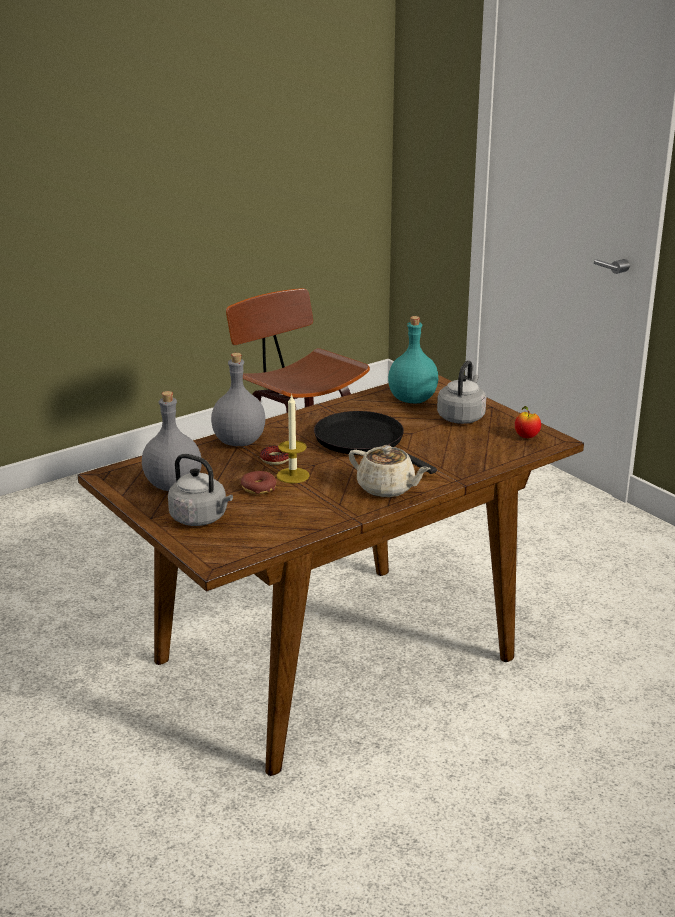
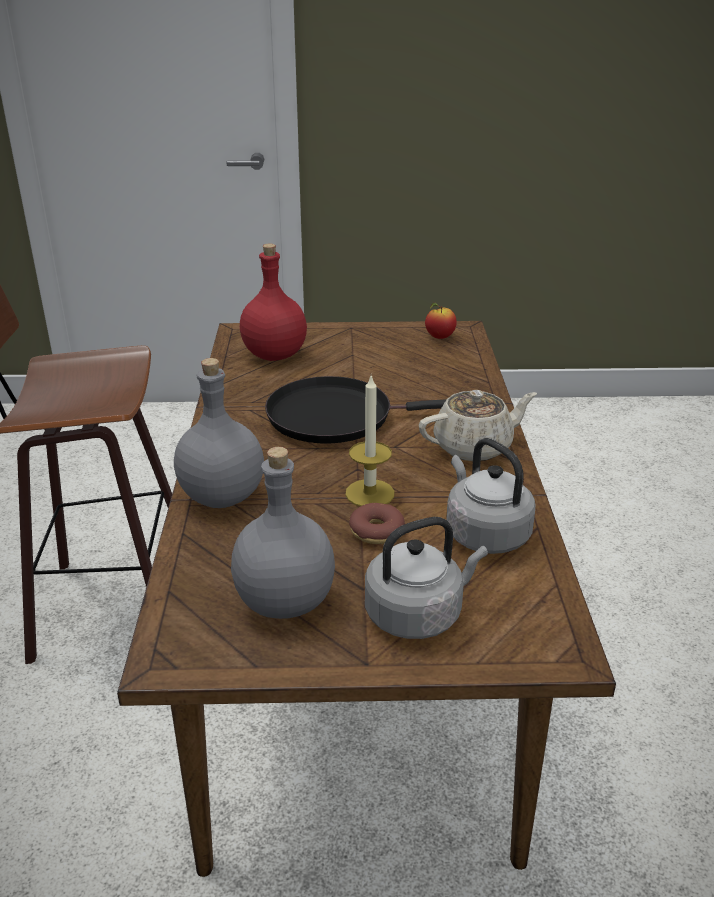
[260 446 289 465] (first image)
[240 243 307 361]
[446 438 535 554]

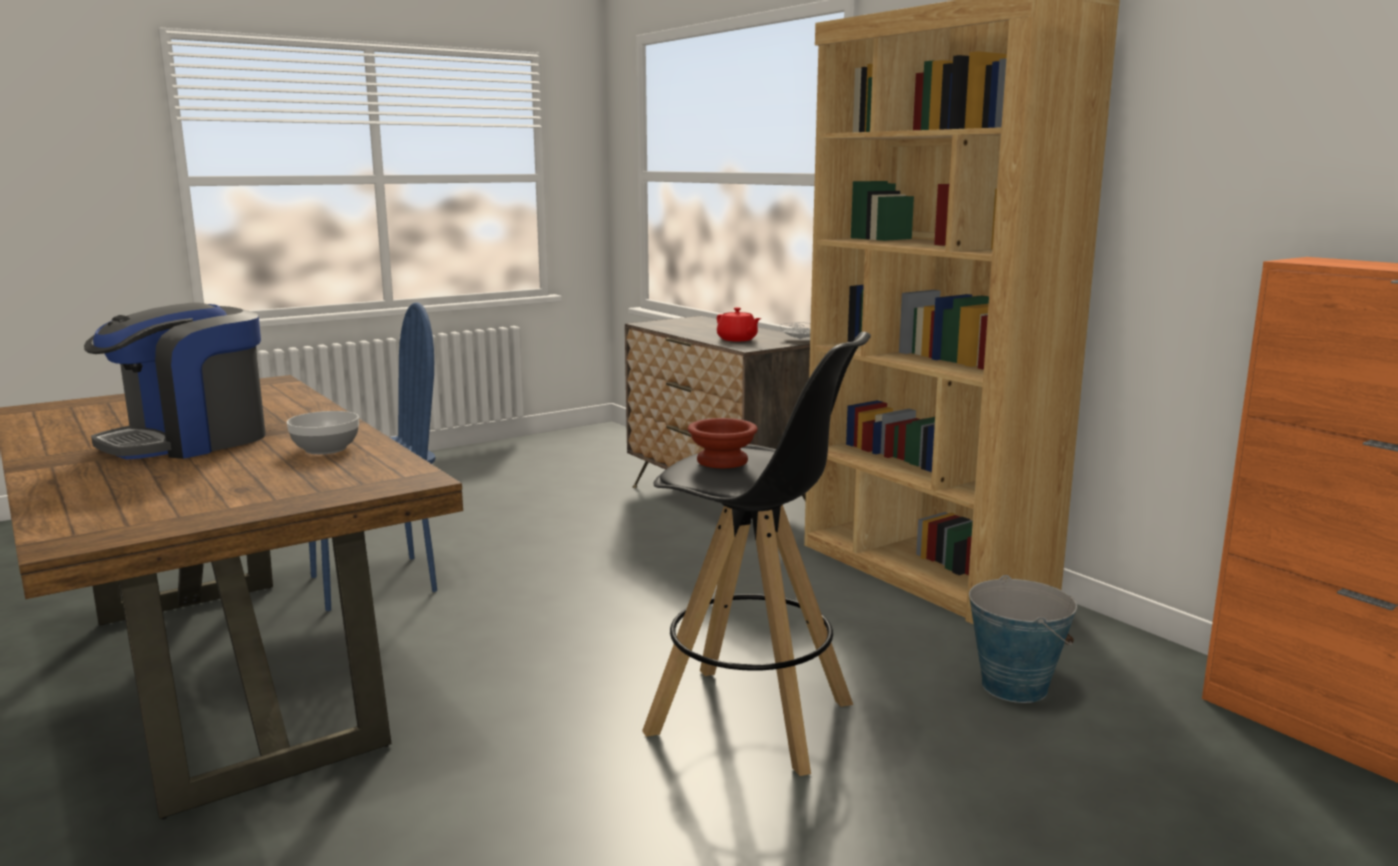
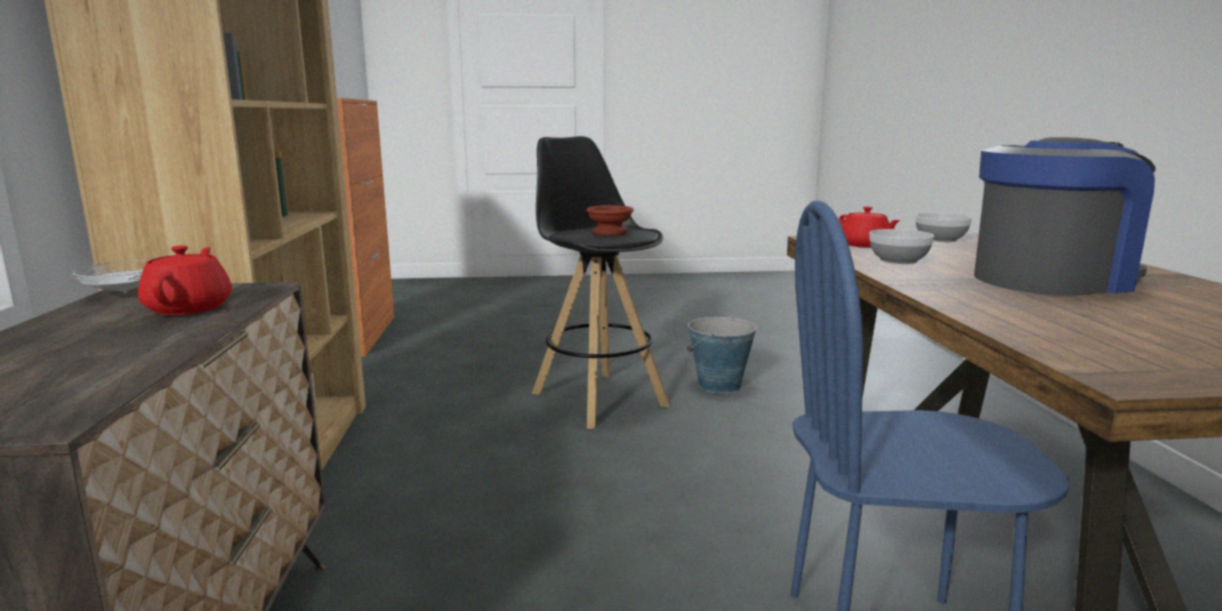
[687 315 757 393]
[839 207 901 248]
[916 213 972 242]

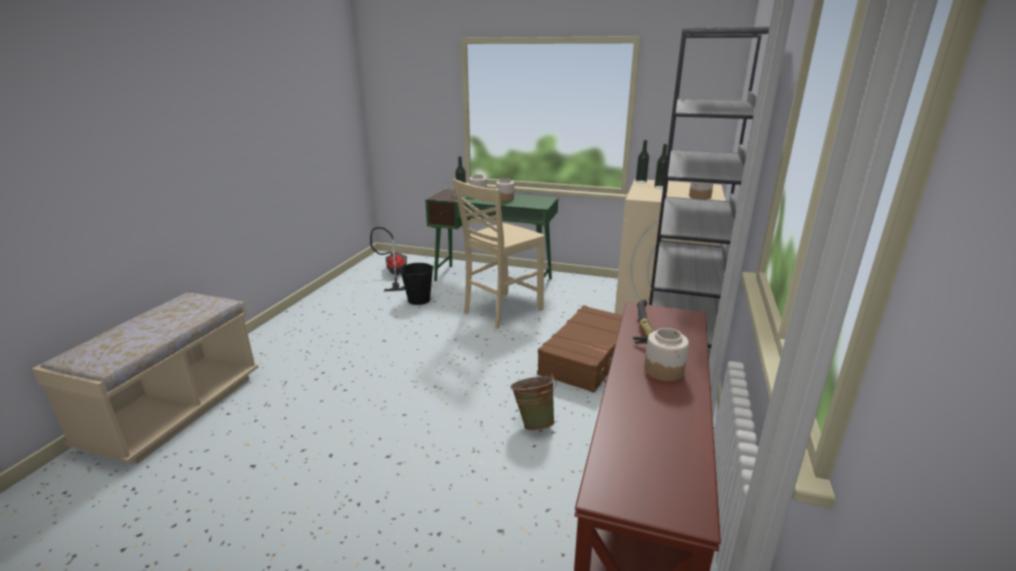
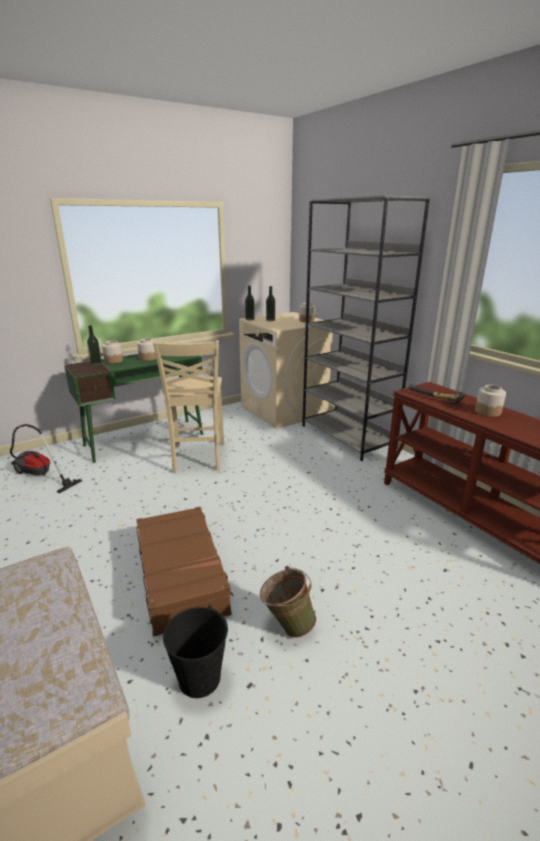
[163 605 228 698]
[260 566 316 638]
[136 507 234 637]

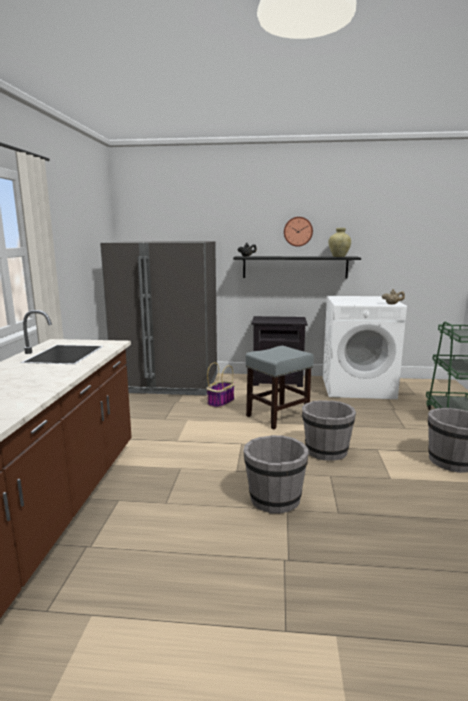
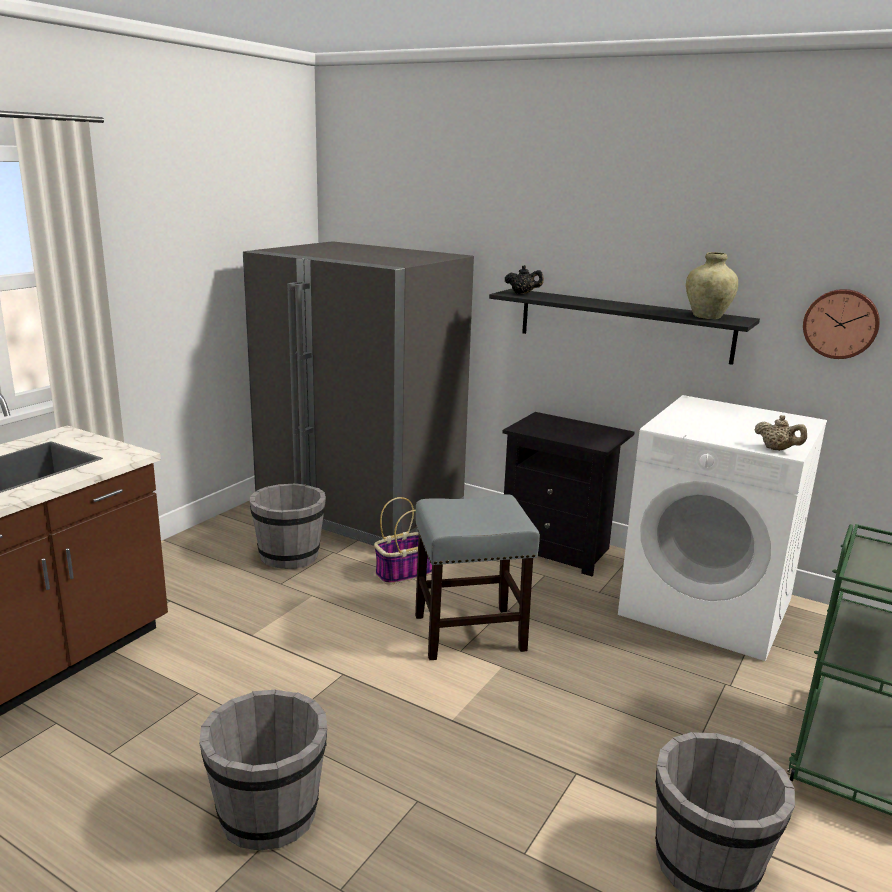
[803 289 880 359]
[250 483 326 569]

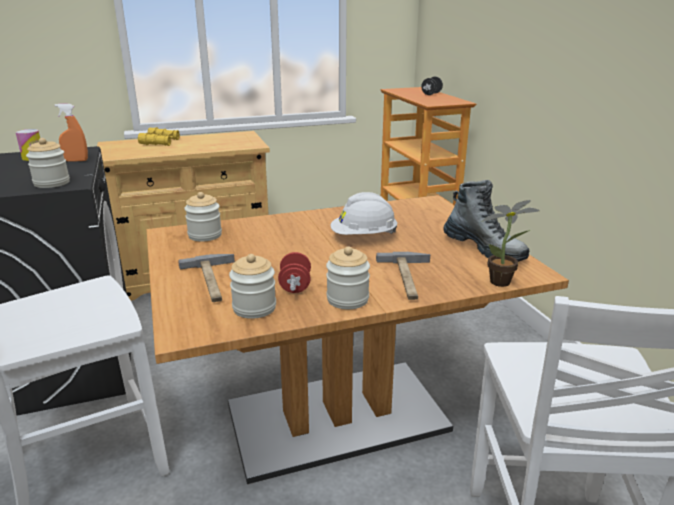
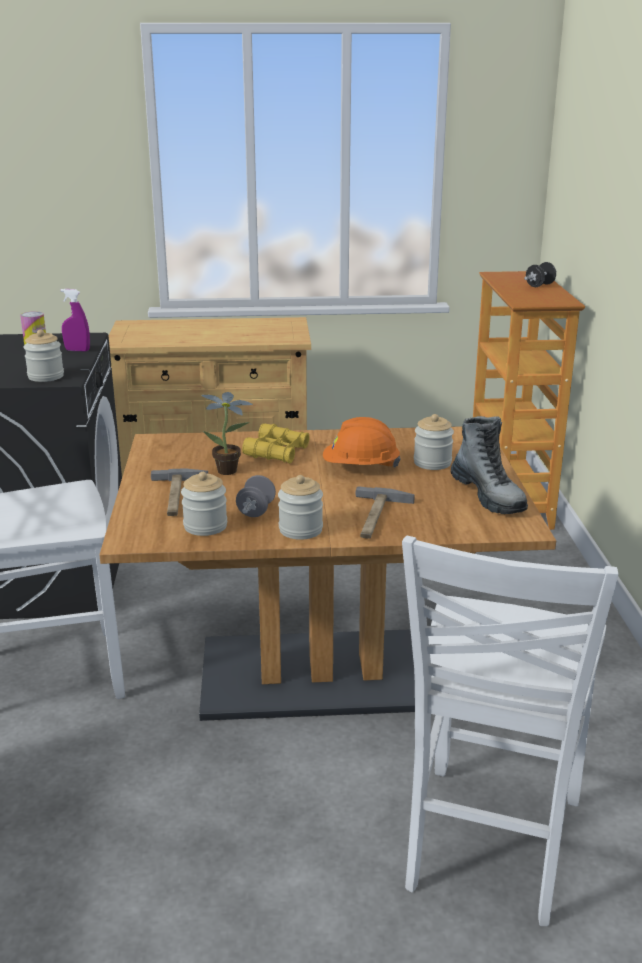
[61 289 90 351]
[242 423 310 464]
[414 414 454 470]
[236 475 276 517]
[323 417 401 467]
[201 392 253 475]

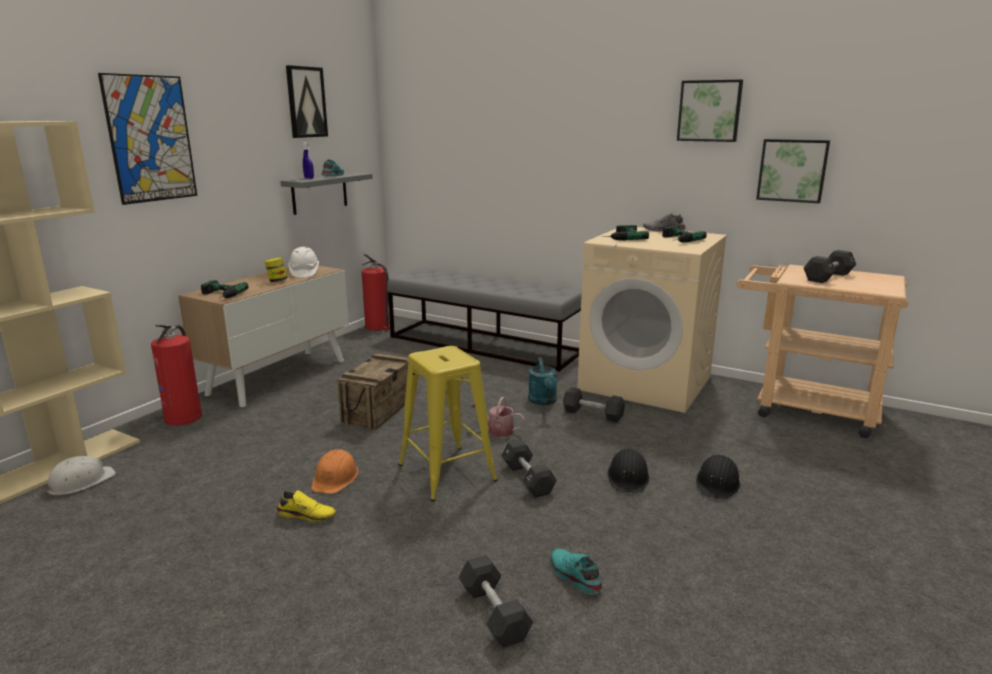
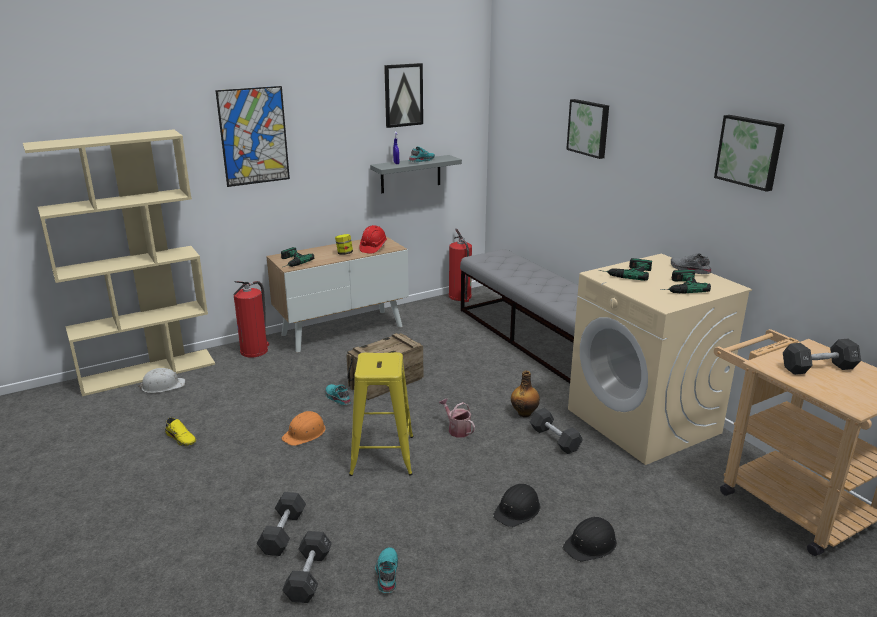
[165 418 196 447]
[359 225 387 253]
[256 492 306 556]
[511 371 540 417]
[566 99 609 159]
[325 384 351 405]

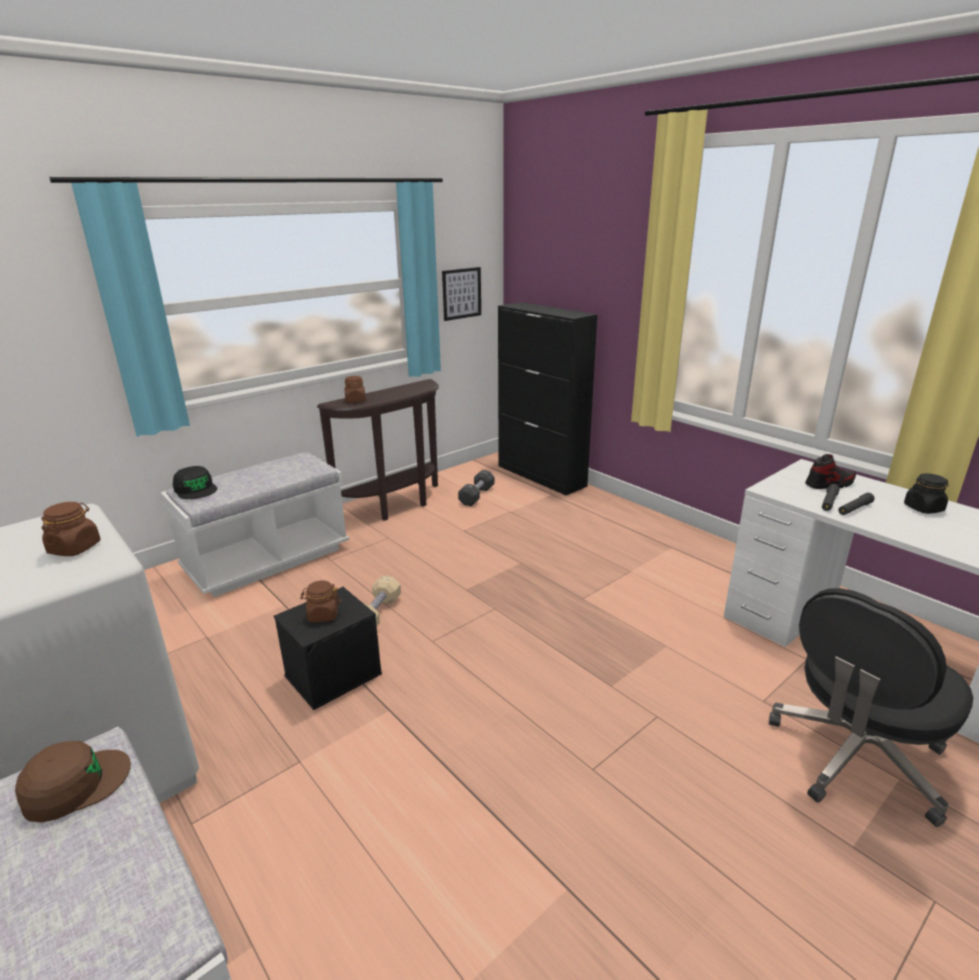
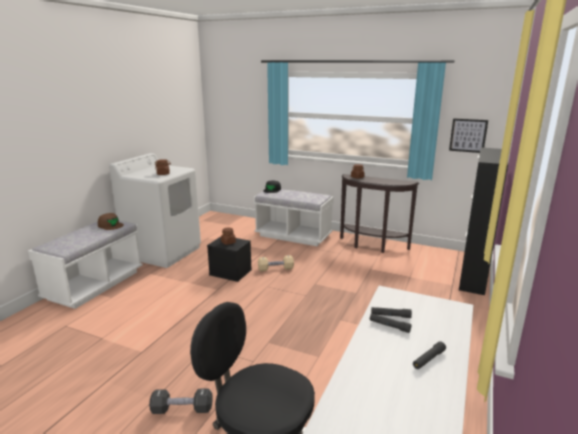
[149 388 213 414]
[805 454 856 489] (first image)
[413 341 446 369]

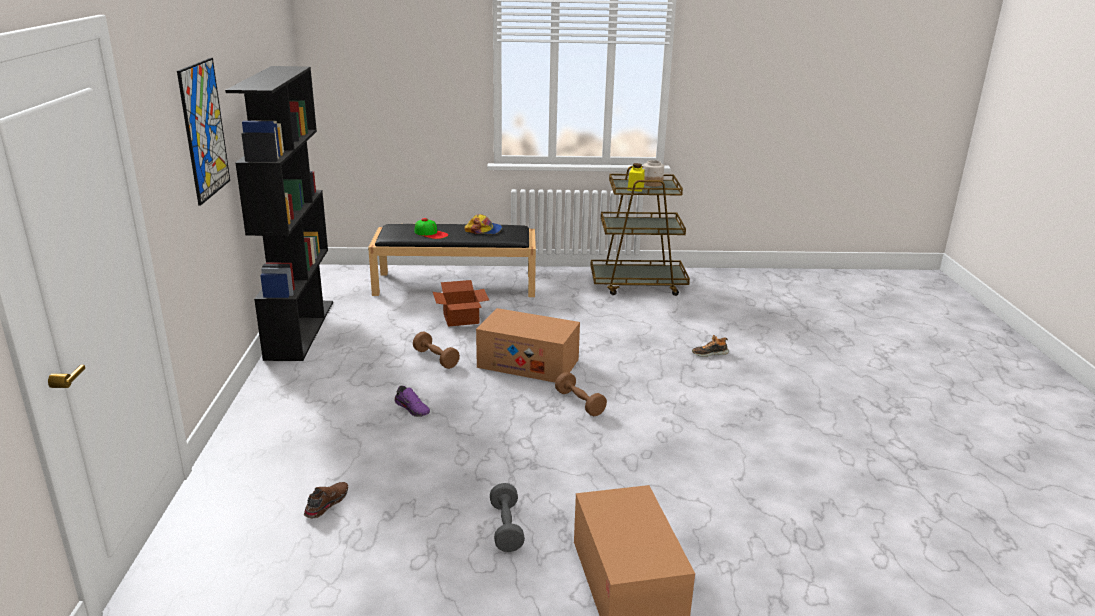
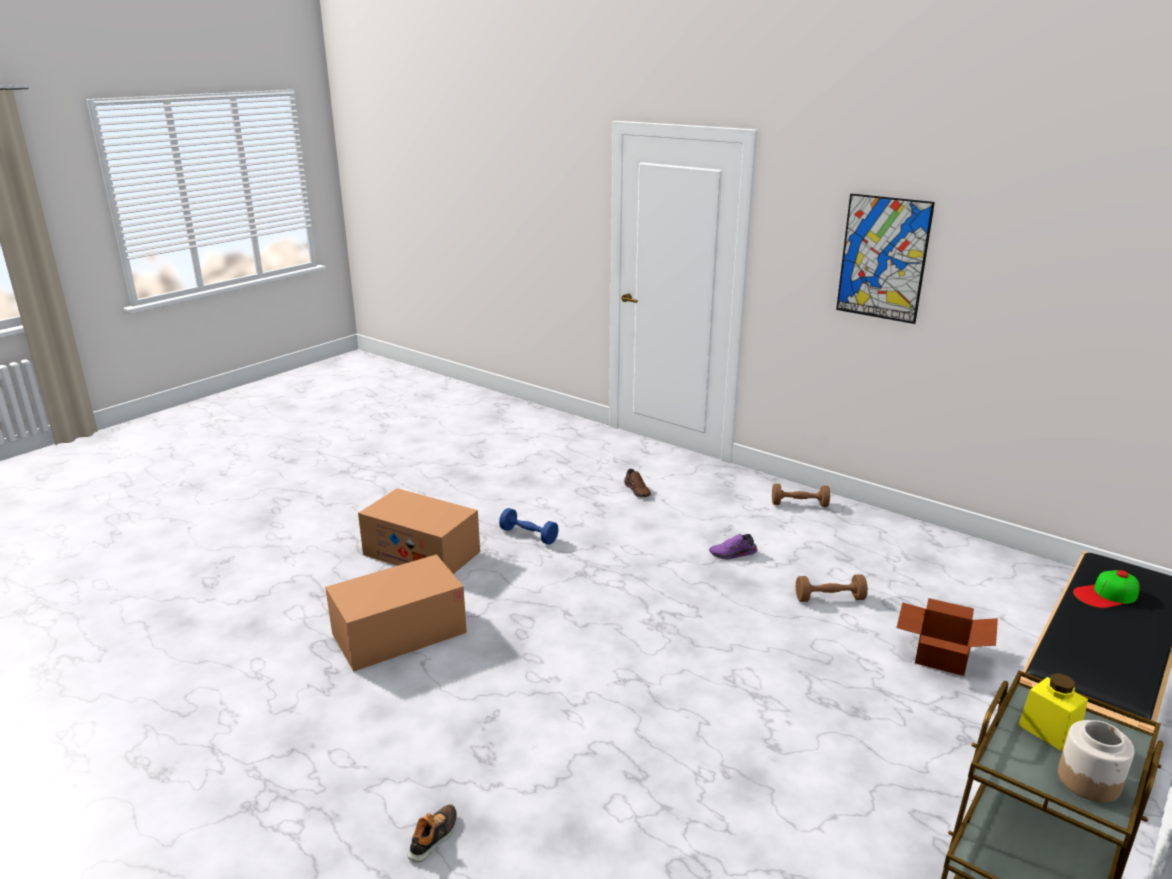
[225 66 333 361] (first image)
[464 214 502 234] (first image)
[325 554 467 672]
[499 508 559 545]
[772 484 830 507]
[407 804 457 862]

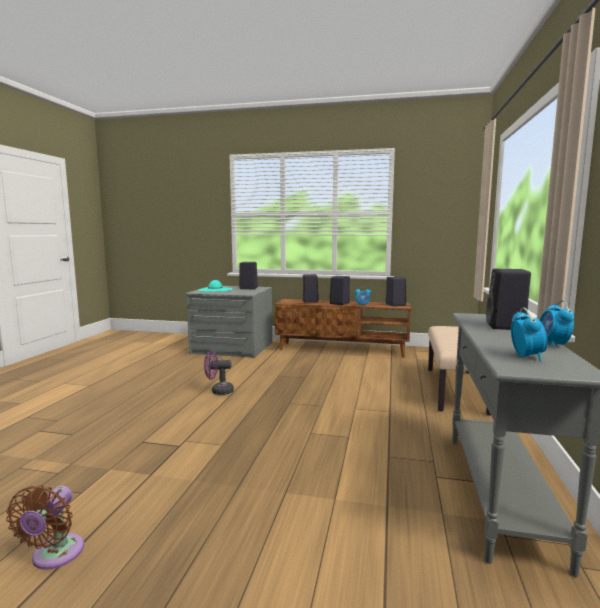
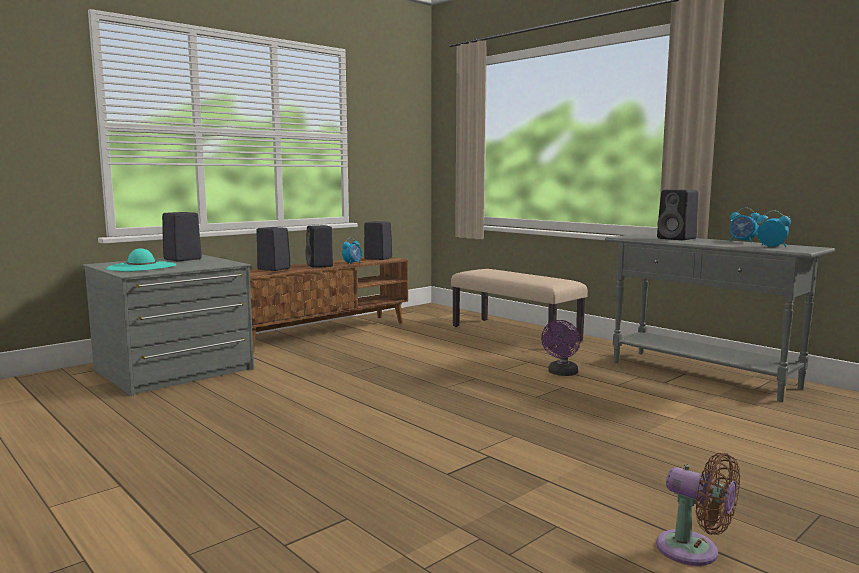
[541 320 580 376]

